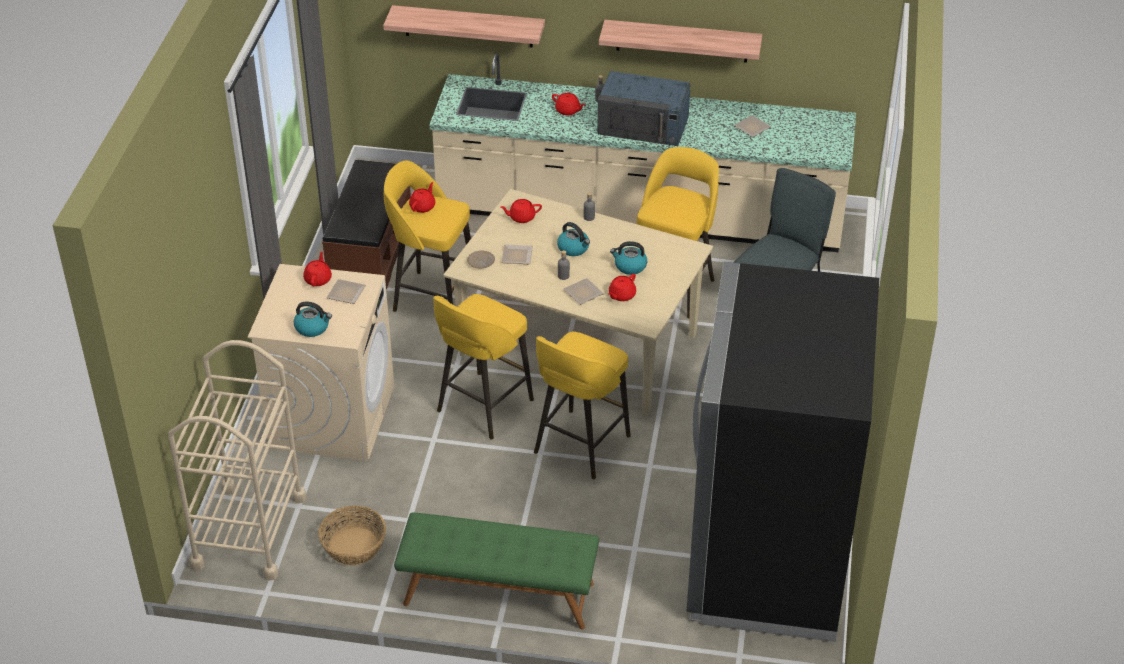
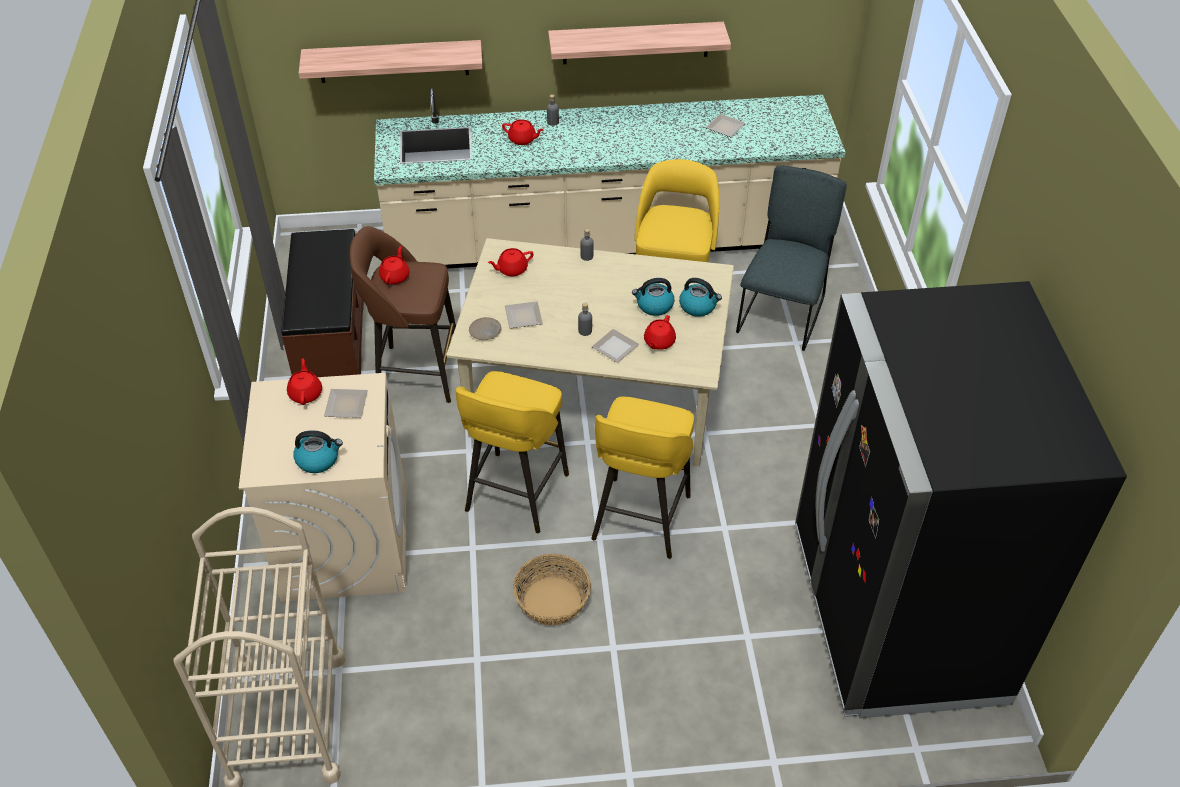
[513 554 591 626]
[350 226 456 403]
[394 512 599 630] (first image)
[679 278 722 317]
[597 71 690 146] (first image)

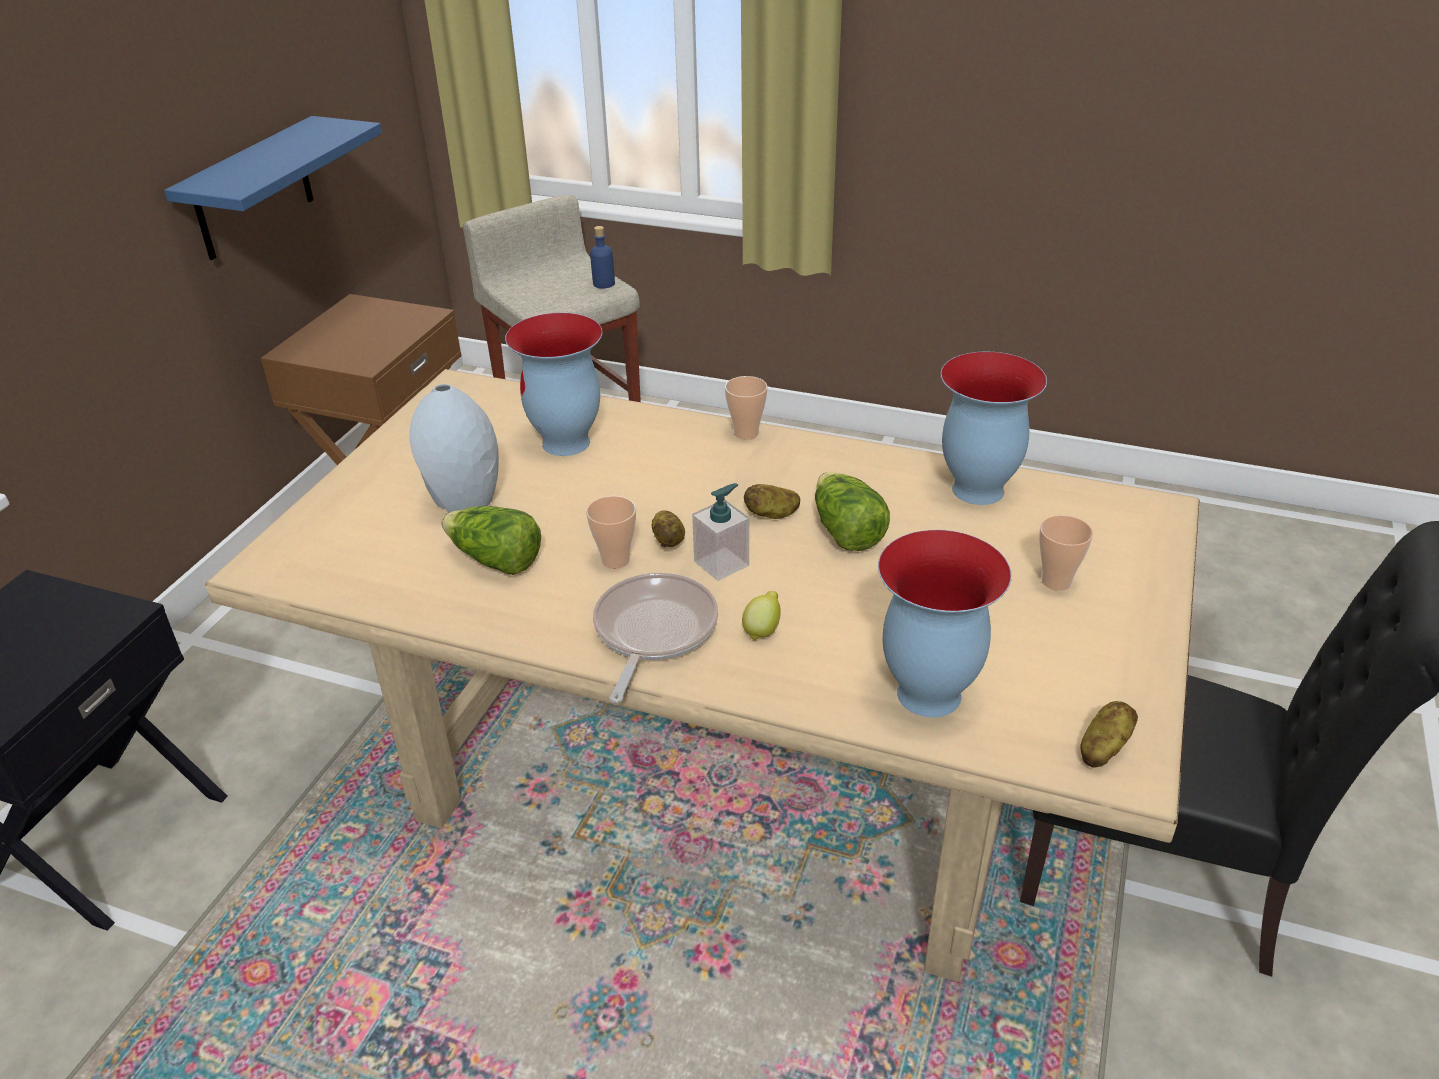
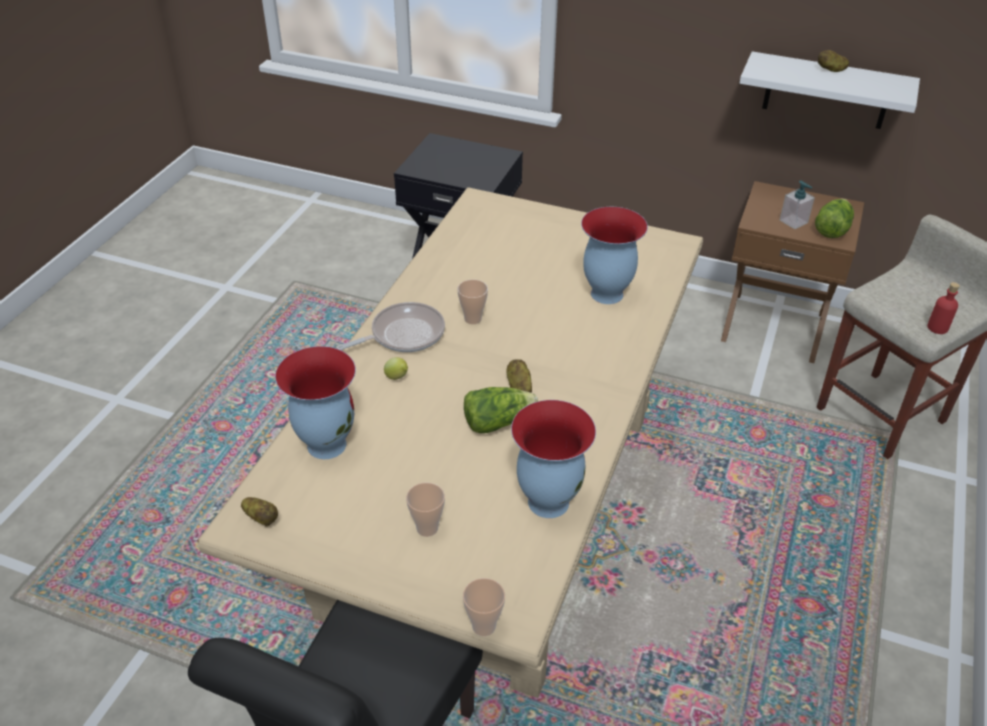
[740 51 920 129]
[410 384 499 513] (first image)
[815 199 854 238]
[927 282 960 334]
[336 302 445 352]
[818 50 849 72]
[780 181 815 229]
[463 578 505 636]

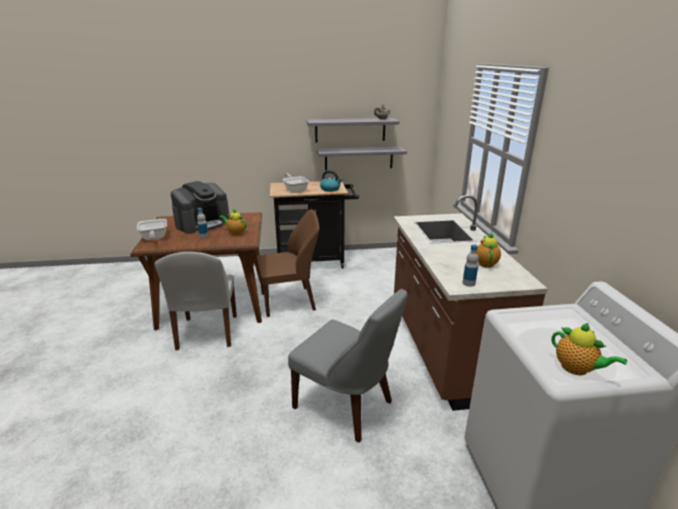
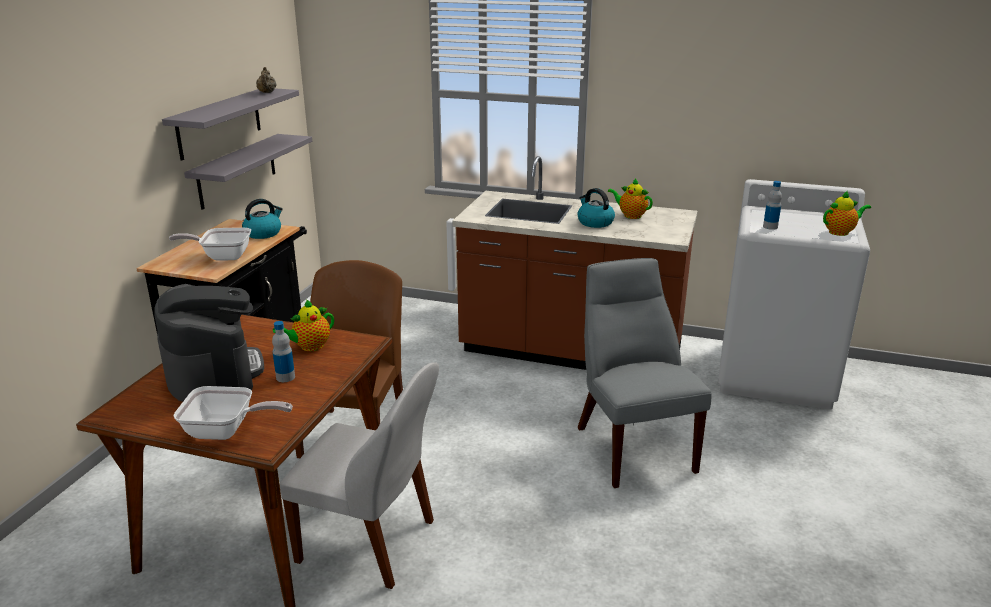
[578 258 712 488]
[763 181 782 230]
[577 188 615 228]

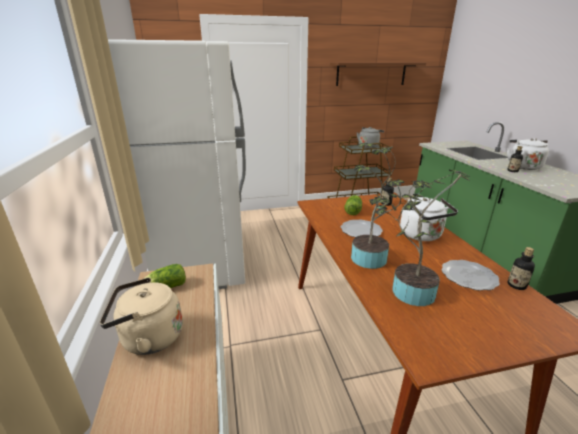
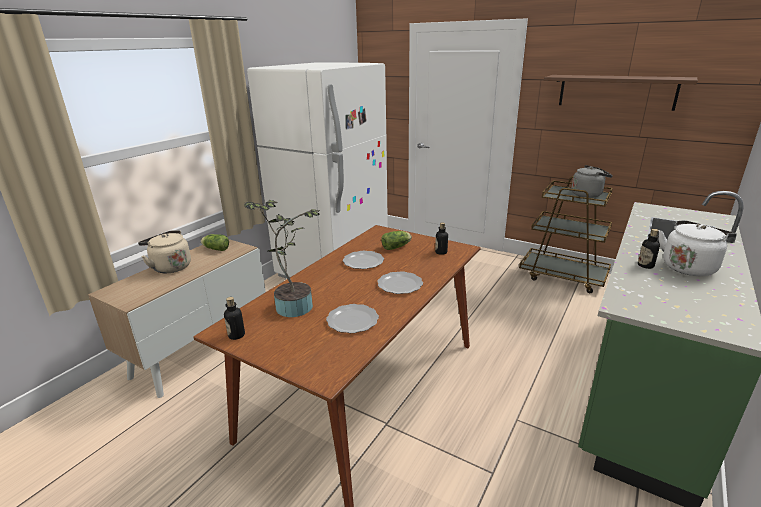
[351 143 423 269] (first image)
[377 271 423 294]
[224 297 245 340]

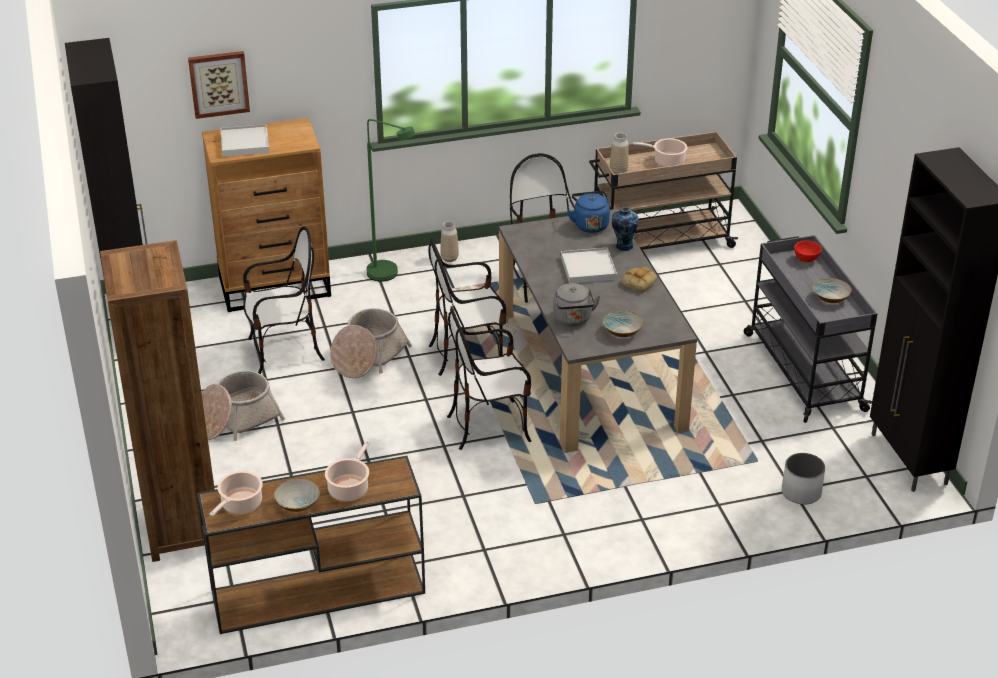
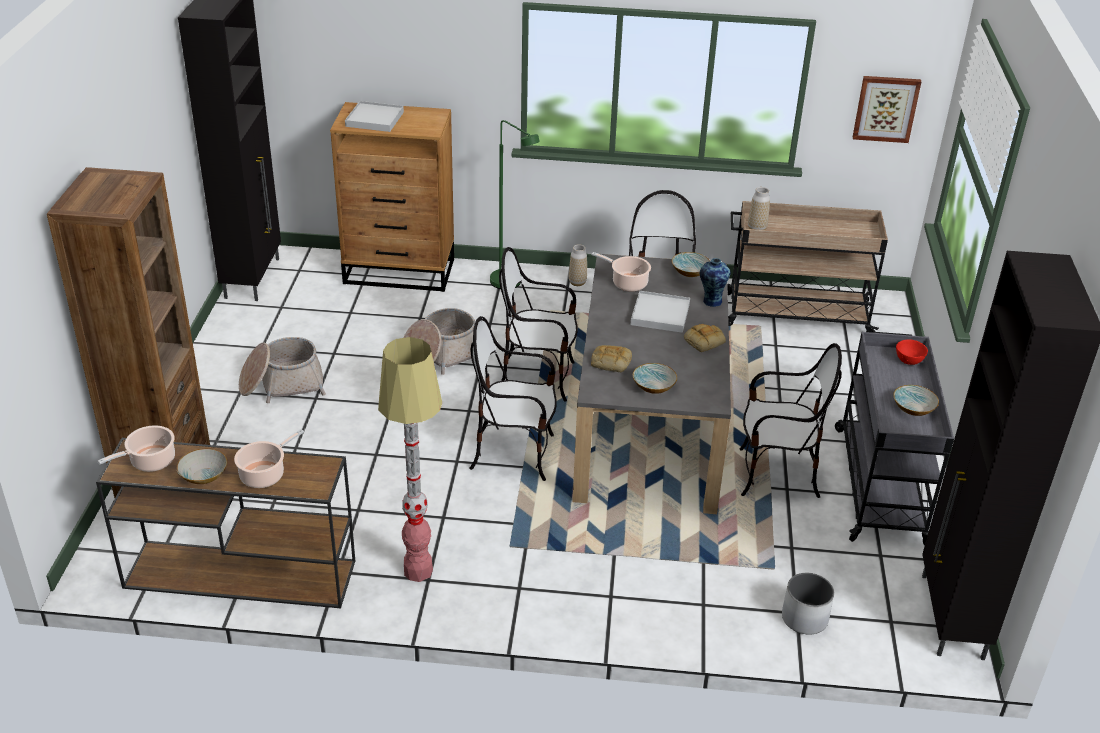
[853 76 921 143]
[739 343 842 498]
[591 345 632 372]
[672 252 710 277]
[592 252 651 292]
[378 337 442 582]

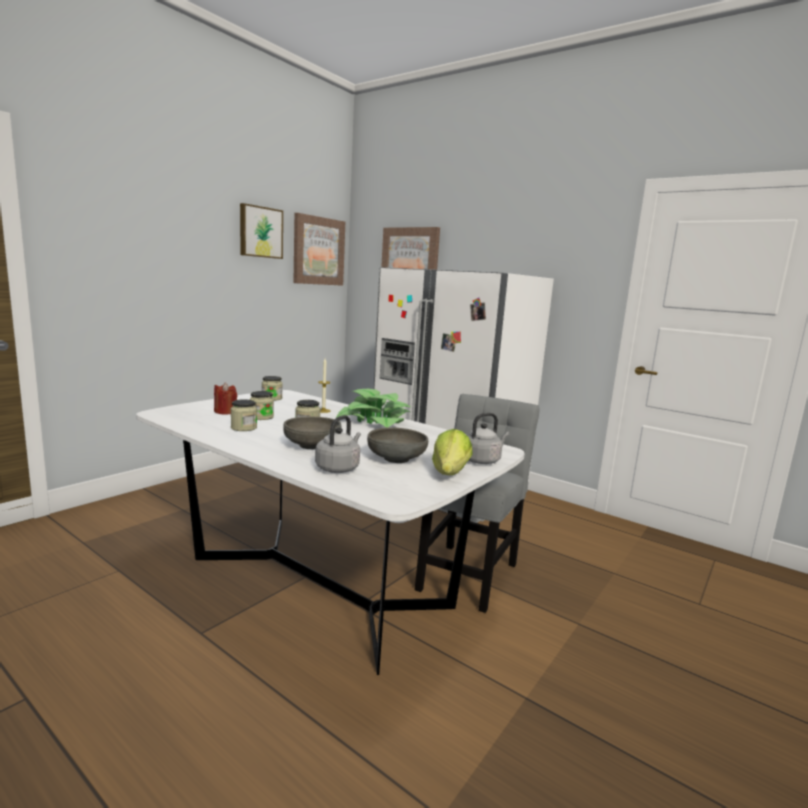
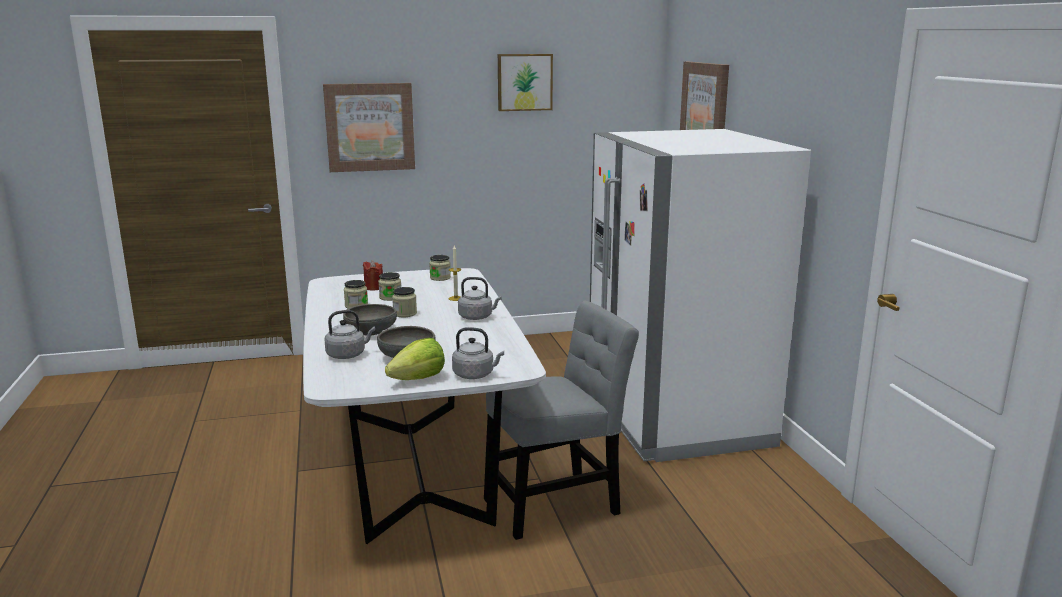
[323 83 415 172]
[458 277 502 320]

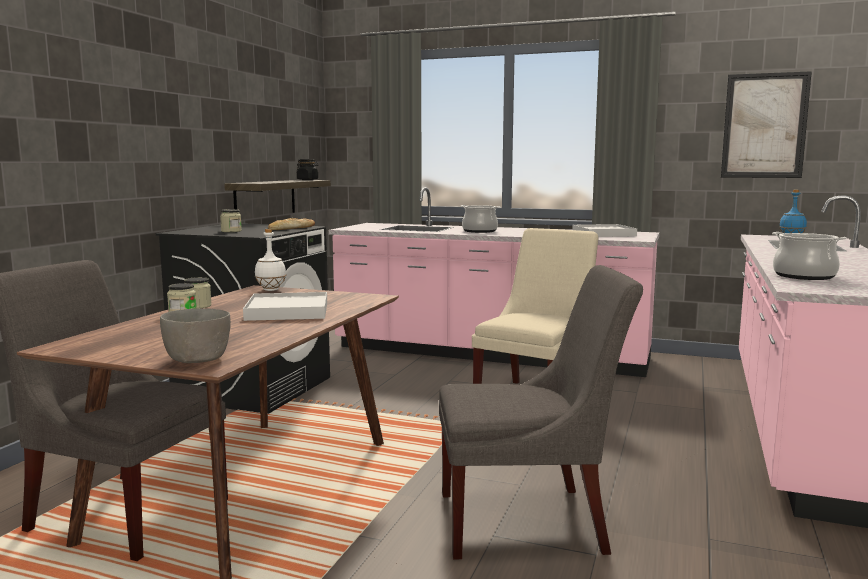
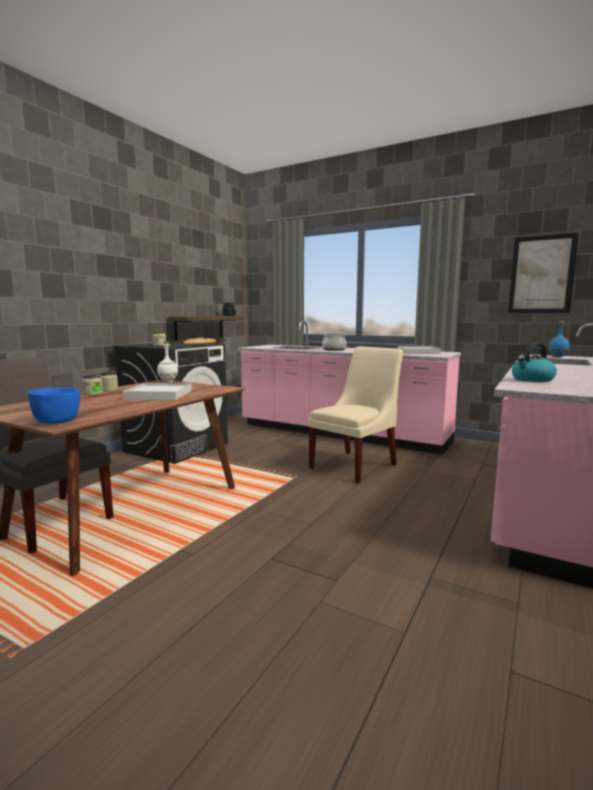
[28 387 80 423]
[439 265 643 560] (first image)
[512 342 557 382]

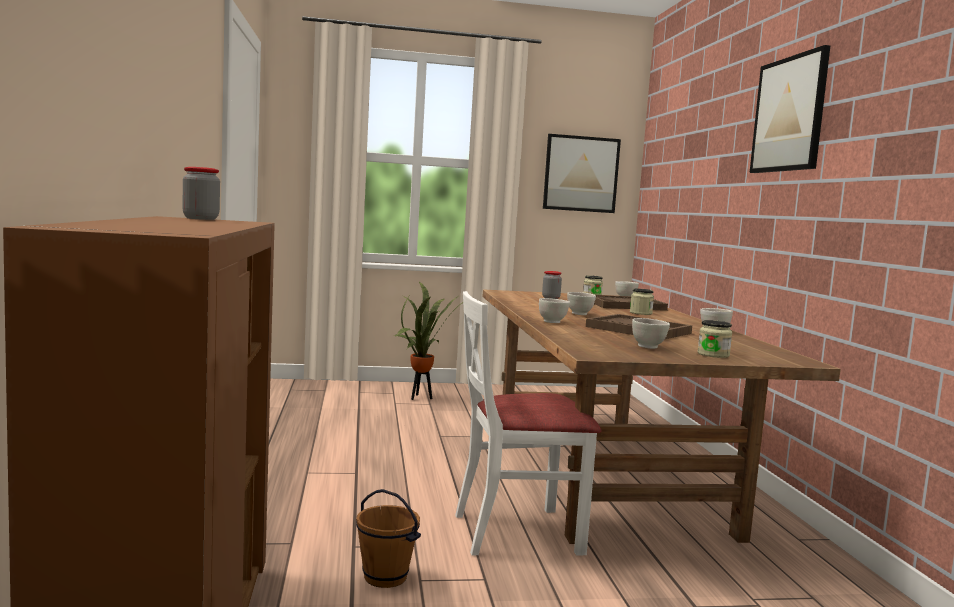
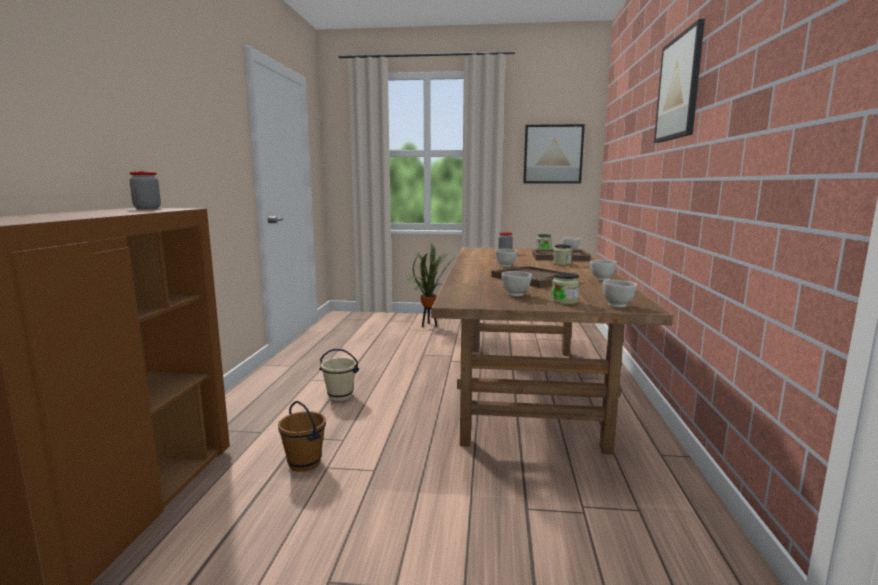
[455 291 601 556] (first image)
[603 280 637 307]
[319 349 359 401]

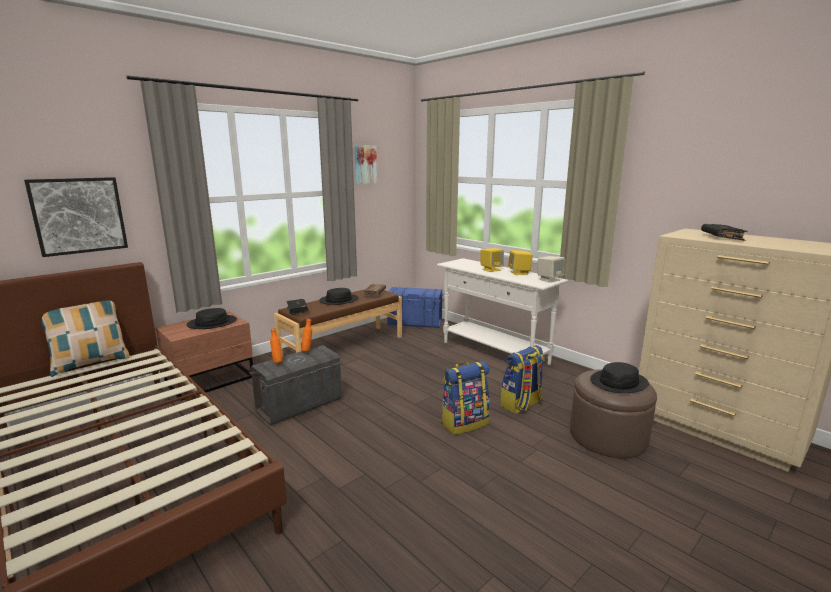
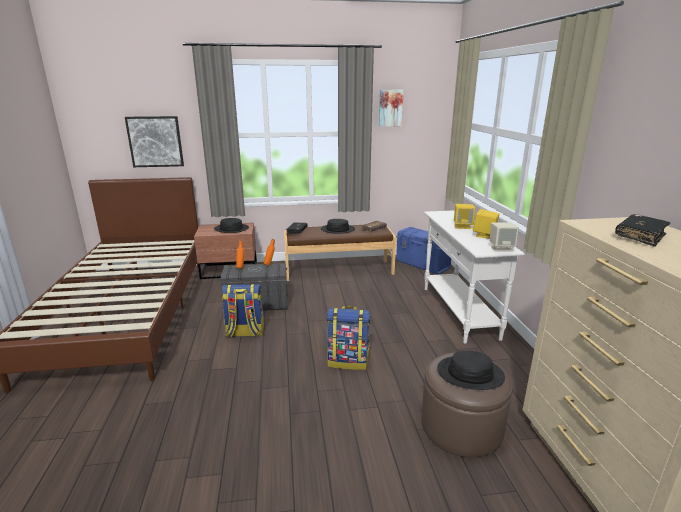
[41 301 130 377] (first image)
[222 284 264 337]

